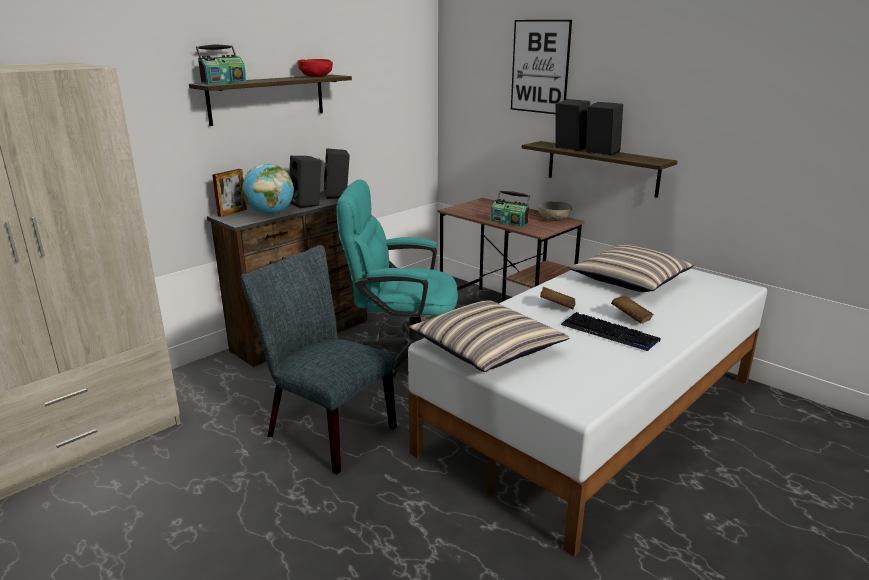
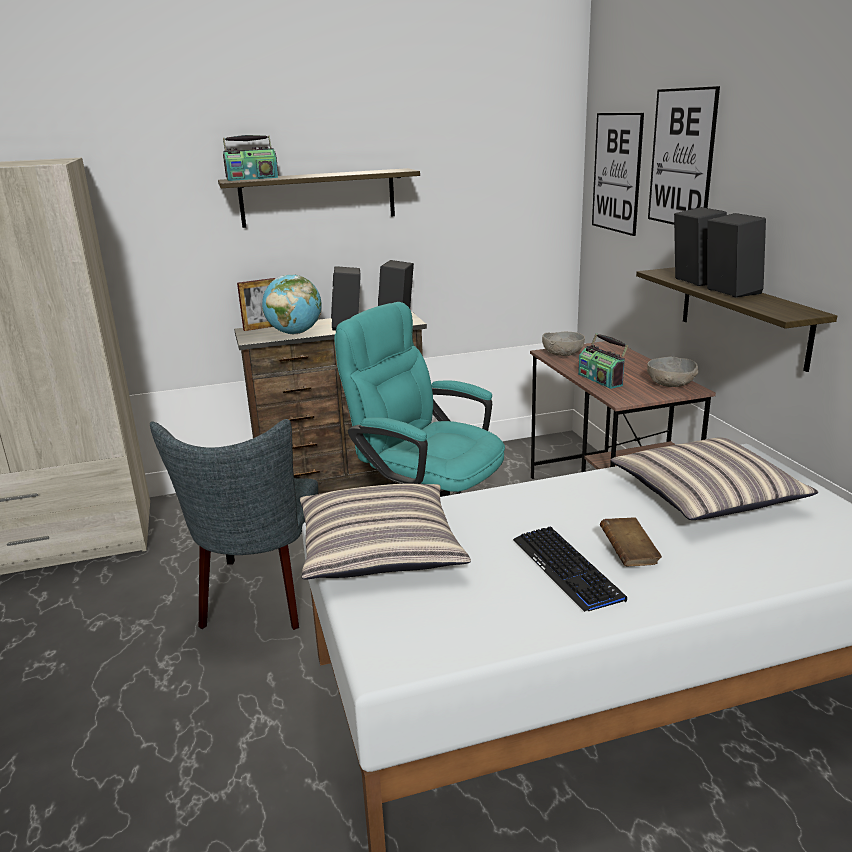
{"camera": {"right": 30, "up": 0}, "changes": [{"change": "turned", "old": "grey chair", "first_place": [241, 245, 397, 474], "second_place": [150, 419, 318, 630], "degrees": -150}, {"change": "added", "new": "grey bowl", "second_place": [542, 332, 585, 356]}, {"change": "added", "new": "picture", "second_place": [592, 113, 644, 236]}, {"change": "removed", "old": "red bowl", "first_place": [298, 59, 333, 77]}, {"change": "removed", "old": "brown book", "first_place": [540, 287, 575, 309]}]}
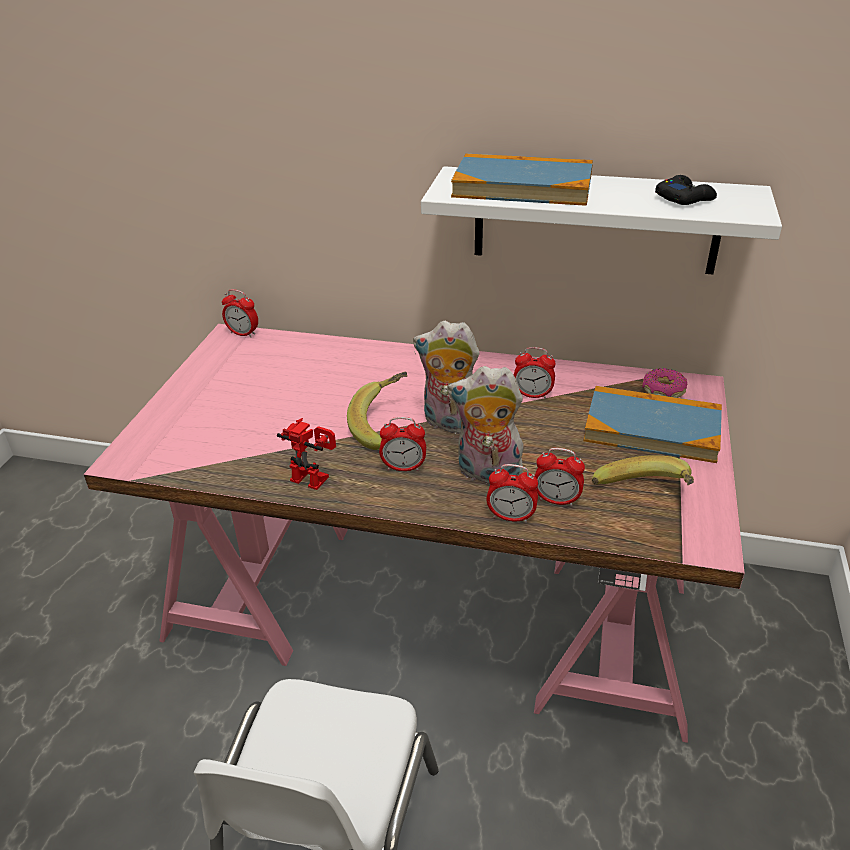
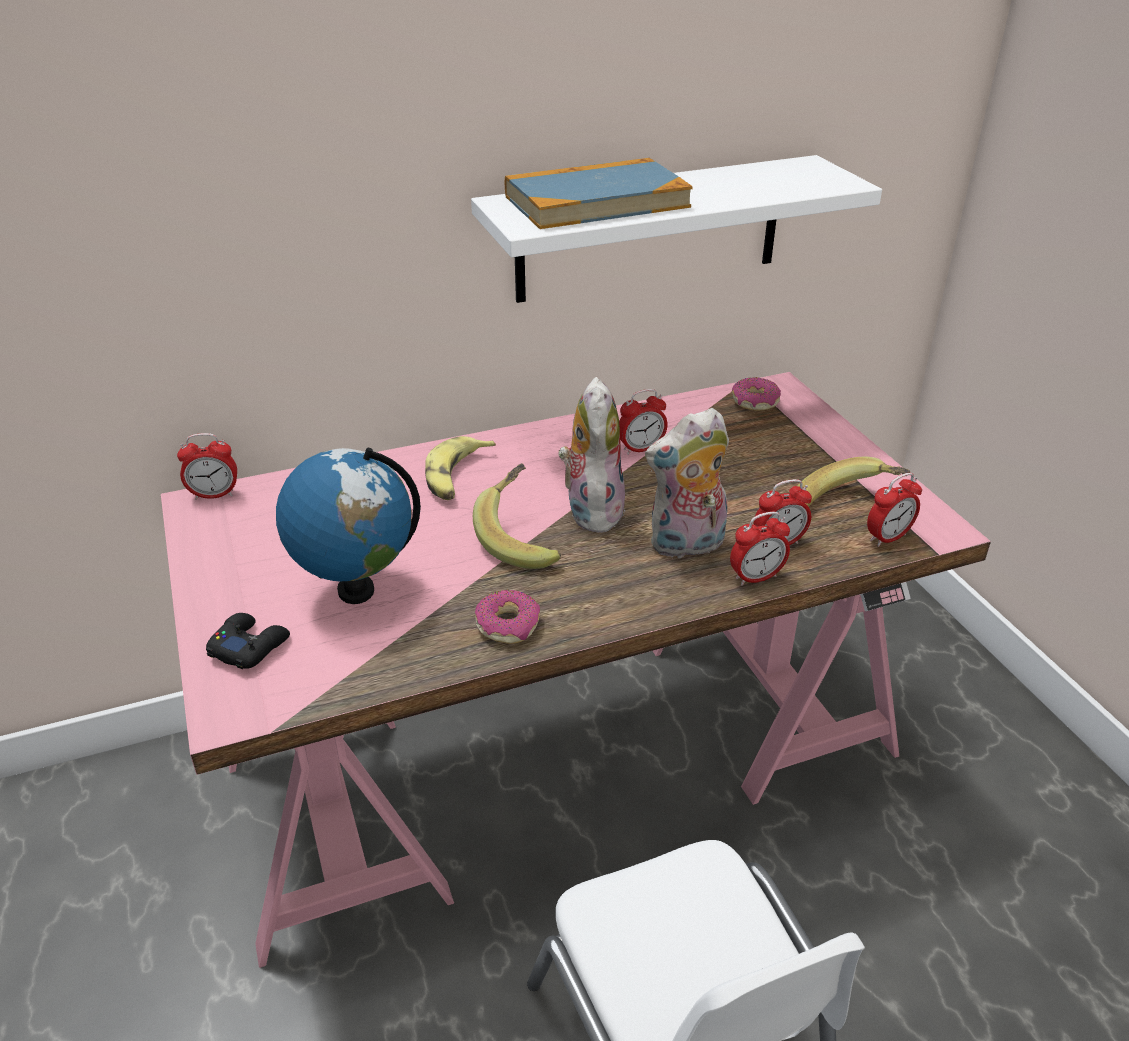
{"camera": {"right": -35, "up": 0}, "changes": [{"change": "moved", "old": "black game controller", "first_place": [655, 175, 717, 205], "second_place": [206, 613, 290, 669]}, {"change": "added", "new": "globe", "second_place": [276, 448, 421, 604]}, {"change": "added", "new": "banana", "second_place": [425, 436, 496, 500]}, {"change": "replaced", "old": "toy robot", "new": "donut", "first_place": [277, 418, 336, 490], "second_place": [475, 590, 540, 644]}, {"change": "turned", "old": "plush toy", "first_place": [413, 321, 480, 434], "second_place": [558, 377, 625, 533], "degrees": 105}, {"change": "moved", "old": "alarm clock", "first_place": [379, 417, 426, 471], "second_place": [867, 473, 922, 547]}, {"change": "removed", "old": "book", "first_place": [583, 386, 722, 463]}]}
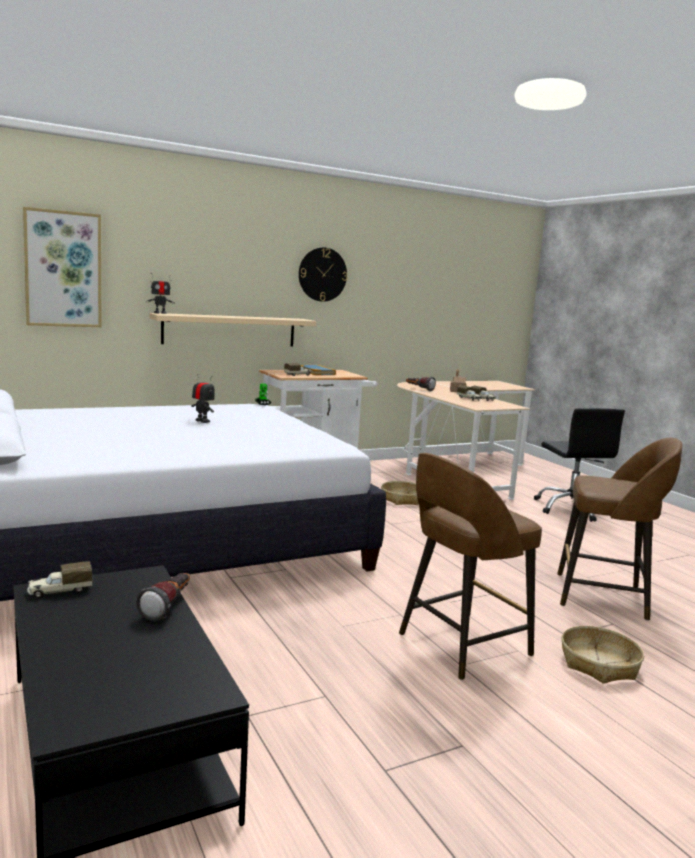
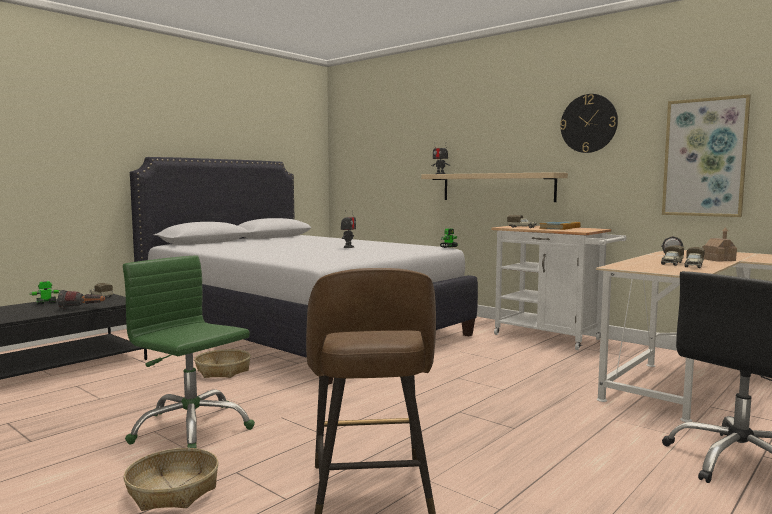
{"camera": {"right": 70, "up": -5}, "changes": [{"change": "added", "new": "toy robot", "second_place": [29, 281, 60, 305]}, {"change": "replaced", "old": "brown stool", "new": "green office chair", "first_place": [399, 453, 542, 680], "second_place": [123, 255, 255, 448]}, {"change": "moved", "old": "basket", "first_place": [381, 481, 419, 505], "second_place": [194, 349, 251, 378]}, {"change": "moved", "old": "picture", "first_place": [23, 207, 101, 327], "second_place": [662, 94, 751, 217]}]}
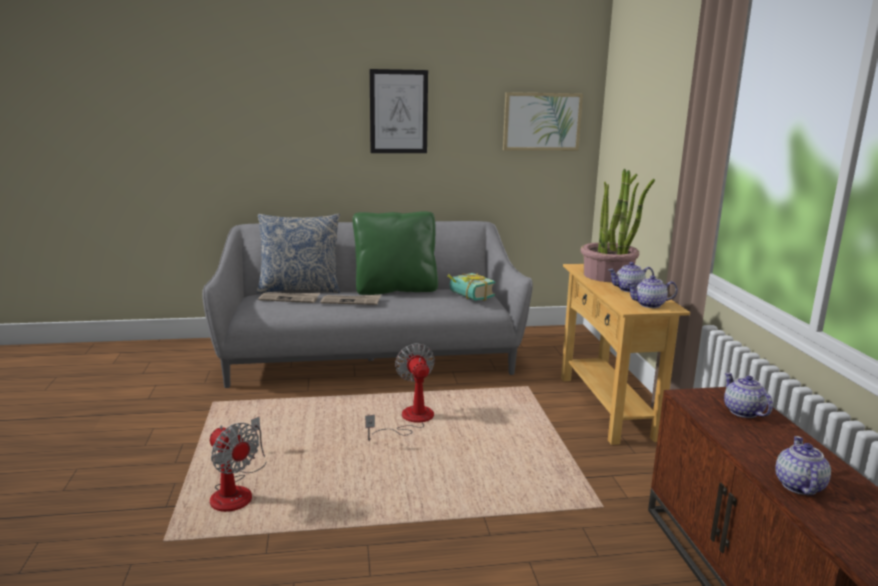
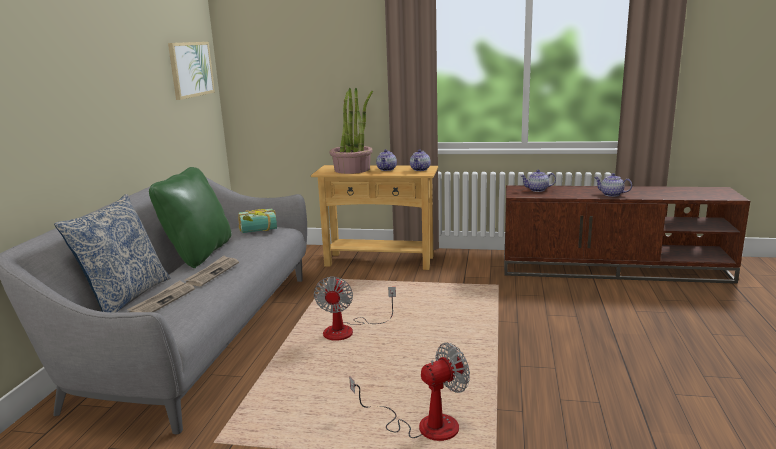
{"camera": {"right": -70, "up": 0}, "changes": [{"change": "turned", "old": "fan", "first_place": [365, 343, 435, 441], "second_place": [314, 276, 396, 341], "degrees": -90}, {"change": "removed", "old": "picture", "first_place": [370, 69, 428, 153]}]}
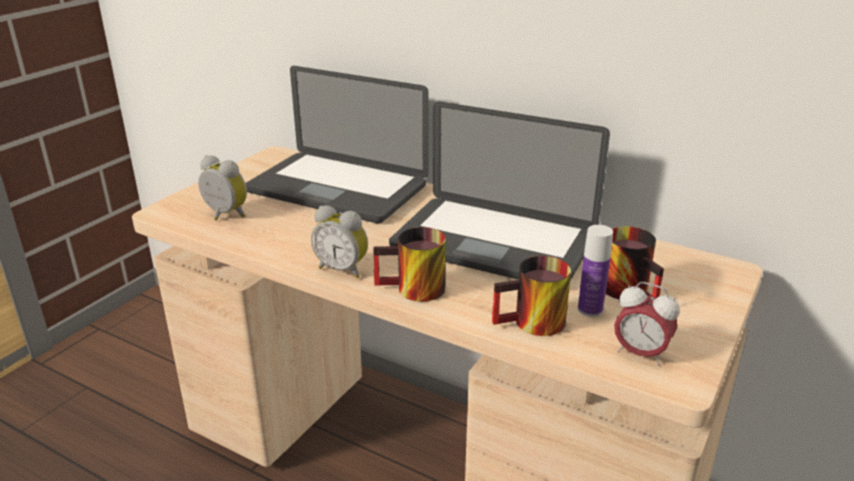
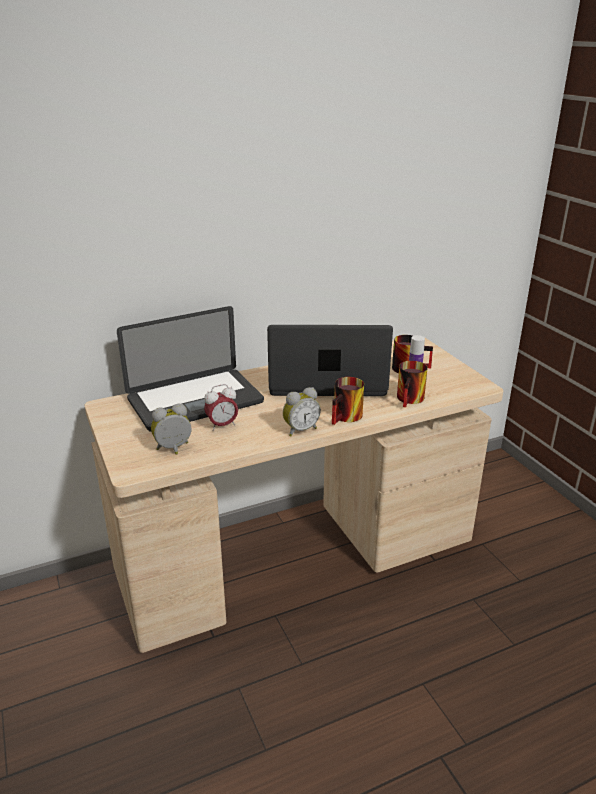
{"camera": {"right": -55, "up": 0}, "changes": [{"change": "moved", "old": "alarm clock", "first_place": [614, 282, 680, 366], "second_place": [204, 384, 238, 431]}, {"change": "turned", "old": "laptop", "first_place": [389, 102, 610, 281], "second_place": [267, 325, 393, 396], "degrees": -150}]}
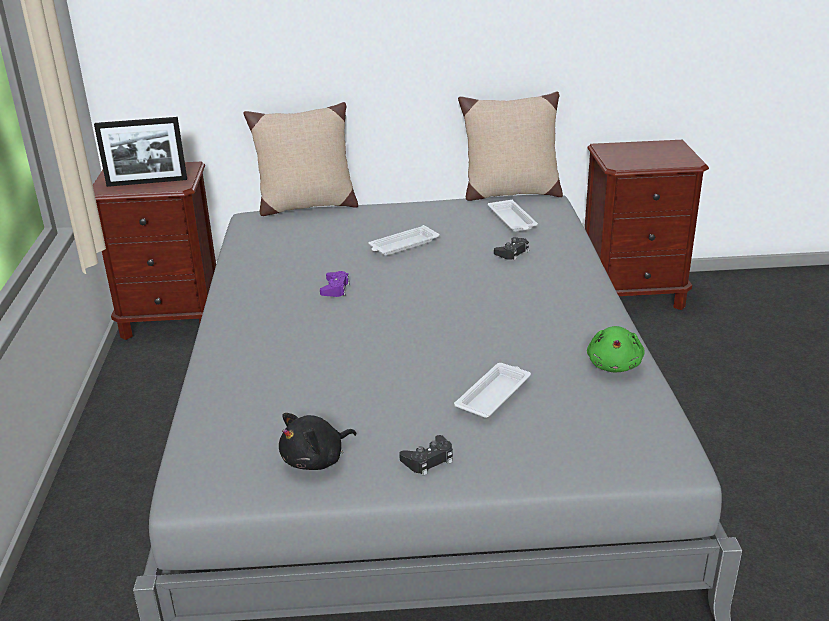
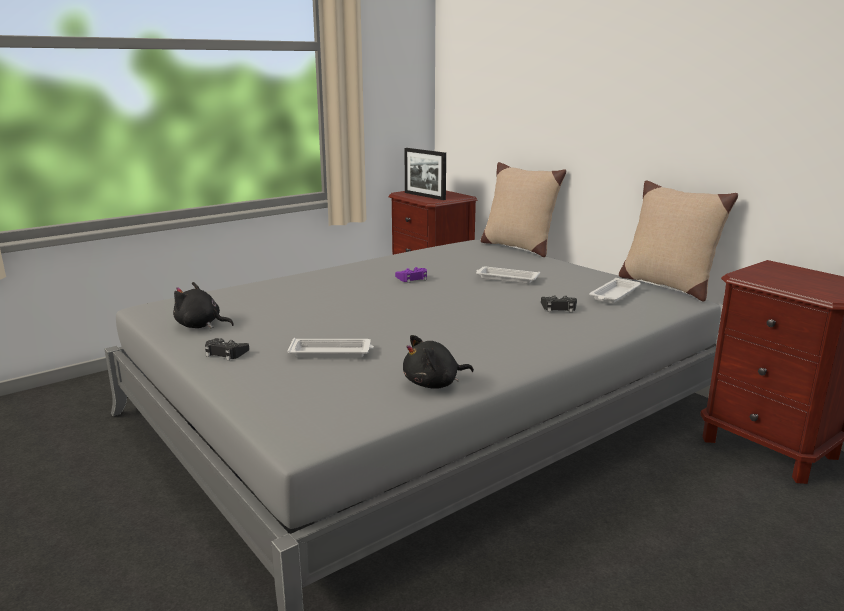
{"camera": {"right": 55, "up": -10}, "changes": [{"change": "recoloured", "old": "green plush toy", "new": "black plush toy", "first_place": [587, 326, 645, 372], "second_place": [403, 335, 474, 389]}]}
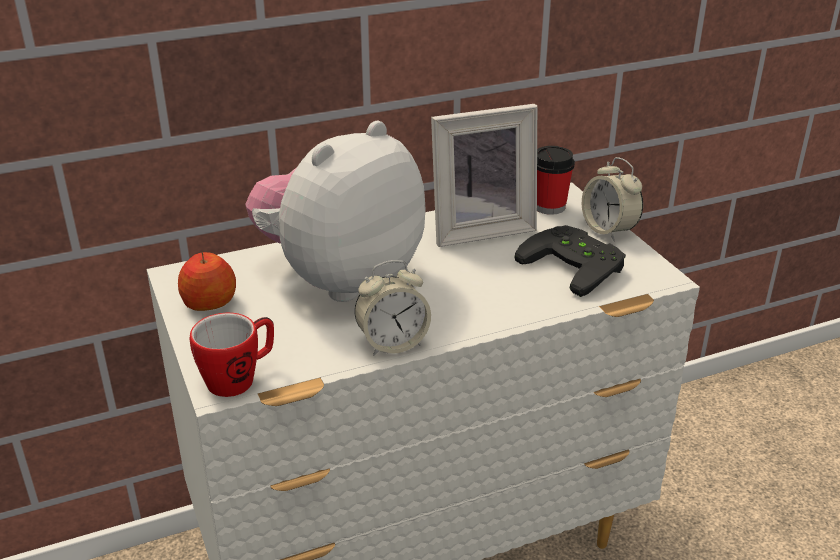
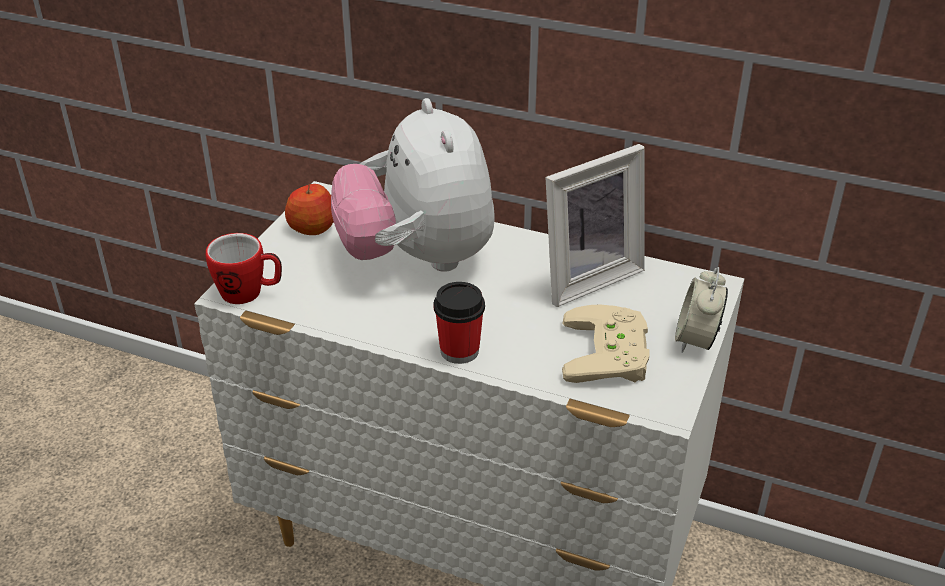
{"camera": {"right": 45, "up": 5}, "changes": [{"change": "turned", "old": "plush toy", "first_place": [245, 121, 426, 302], "second_place": [331, 98, 495, 272], "degrees": -105}, {"change": "moved", "old": "cup", "first_place": [537, 146, 575, 215], "second_place": [433, 282, 485, 364]}, {"change": "turned", "old": "picture frame", "first_place": [431, 104, 537, 247], "second_place": [545, 144, 645, 307], "degrees": -60}, {"change": "recoloured", "old": "black game controller", "new": "beige game controller", "first_place": [514, 225, 626, 297], "second_place": [562, 305, 650, 383]}, {"change": "removed", "old": "alarm clock", "first_place": [355, 260, 431, 356]}]}
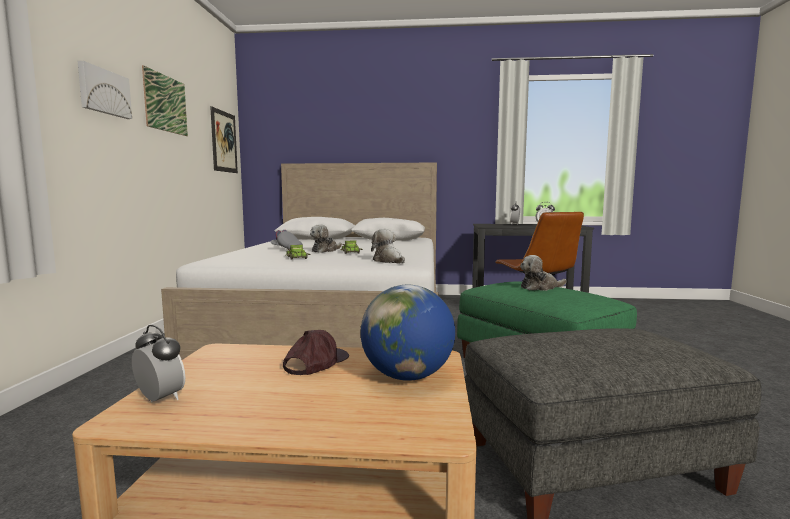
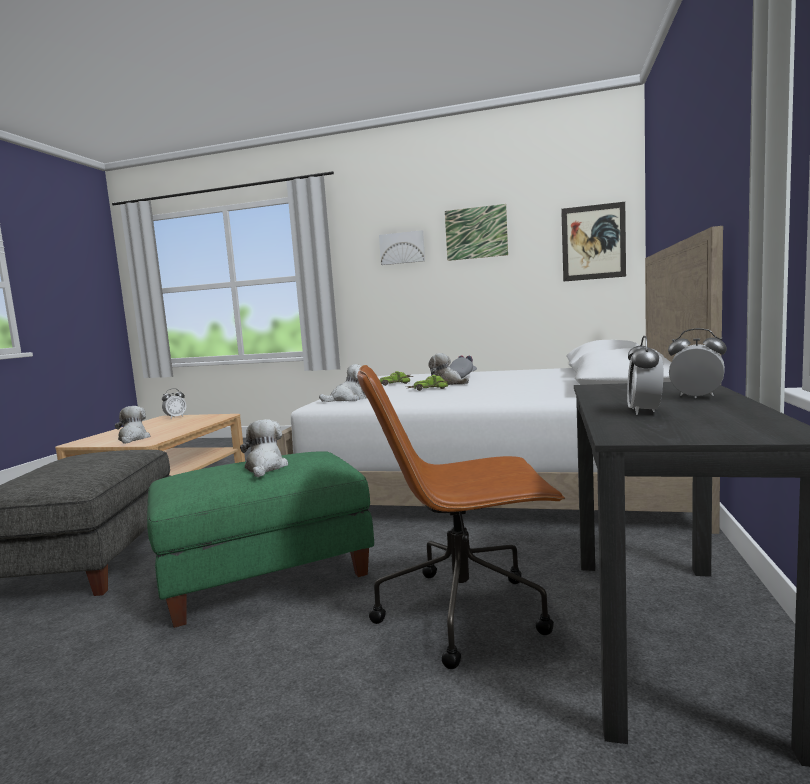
{"camera": {"right": 100, "up": 0}, "changes": [{"change": "replaced", "old": "globe", "new": "plush toy", "first_place": [361, 285, 455, 381], "second_place": [115, 406, 150, 444]}, {"change": "removed", "old": "brown cap", "first_place": [283, 330, 349, 375]}]}
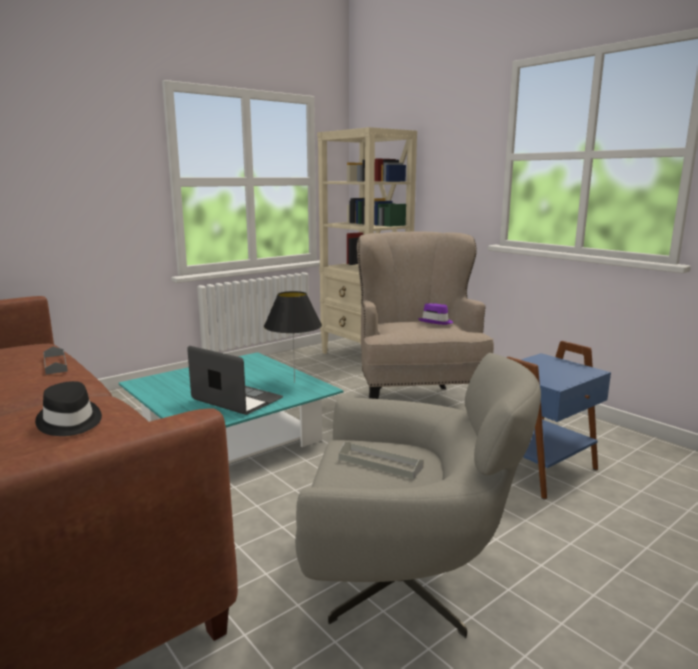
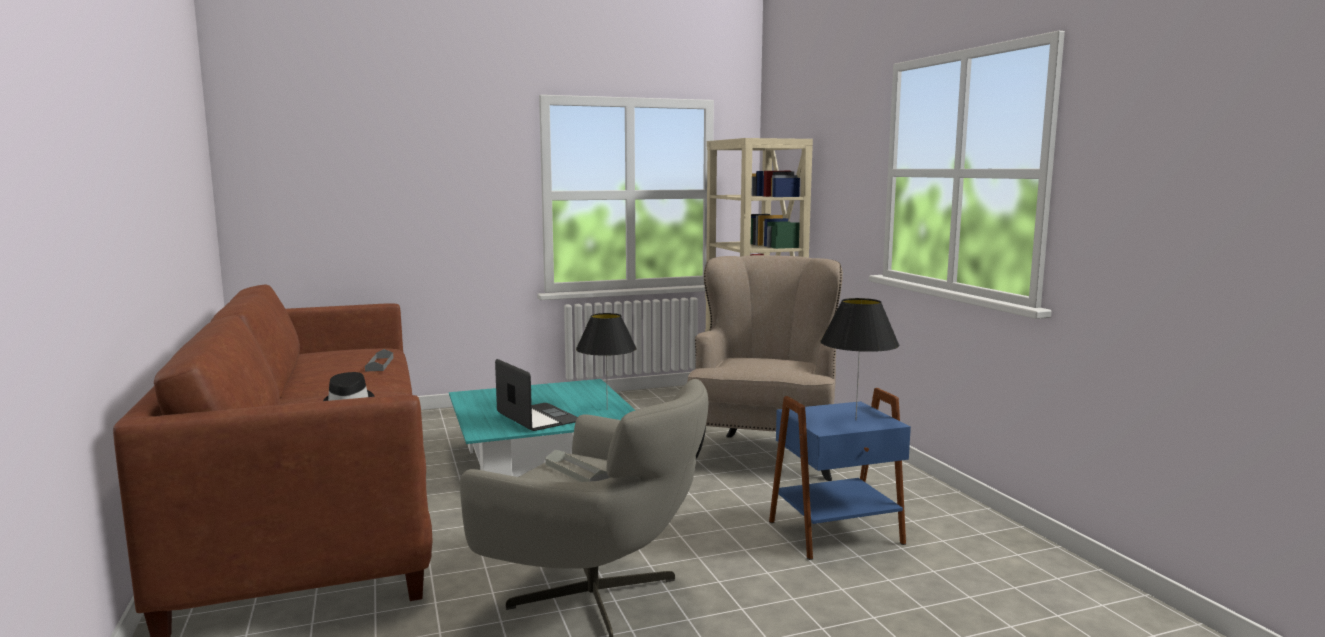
{"camera": {"right": 20, "up": -5}, "changes": [{"change": "added", "new": "black table lamp", "second_place": [820, 298, 899, 420]}, {"change": "removed", "old": "purple hat", "first_place": [418, 303, 453, 325]}]}
